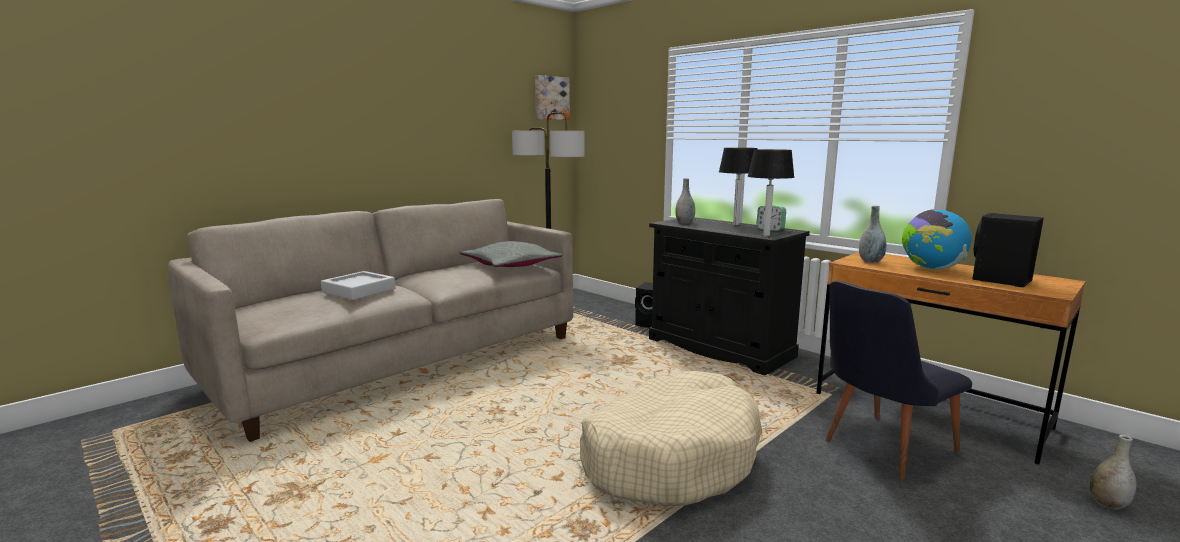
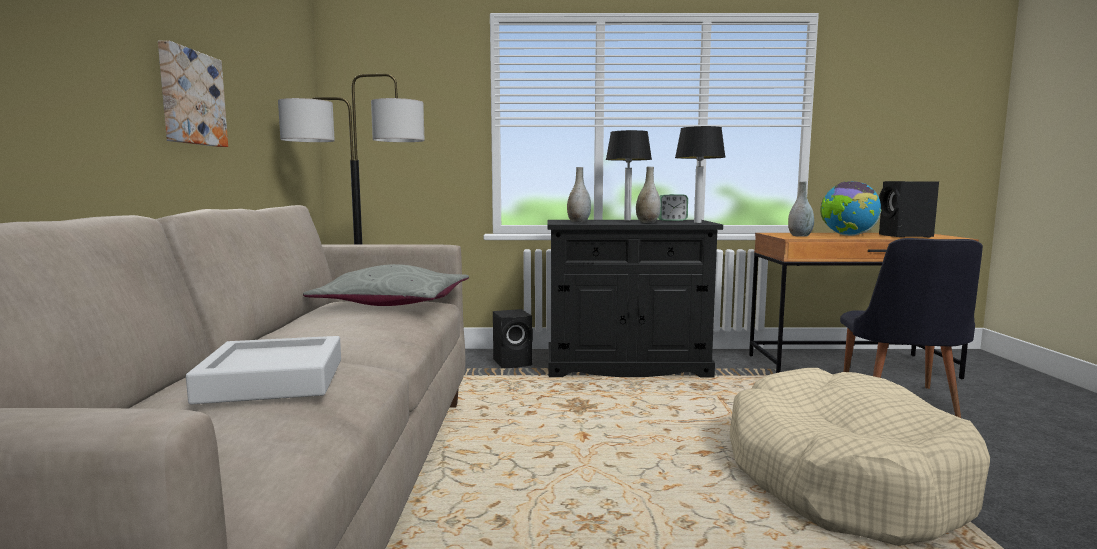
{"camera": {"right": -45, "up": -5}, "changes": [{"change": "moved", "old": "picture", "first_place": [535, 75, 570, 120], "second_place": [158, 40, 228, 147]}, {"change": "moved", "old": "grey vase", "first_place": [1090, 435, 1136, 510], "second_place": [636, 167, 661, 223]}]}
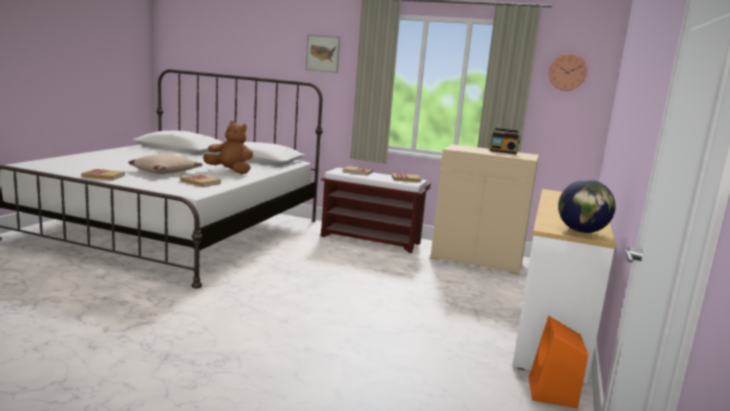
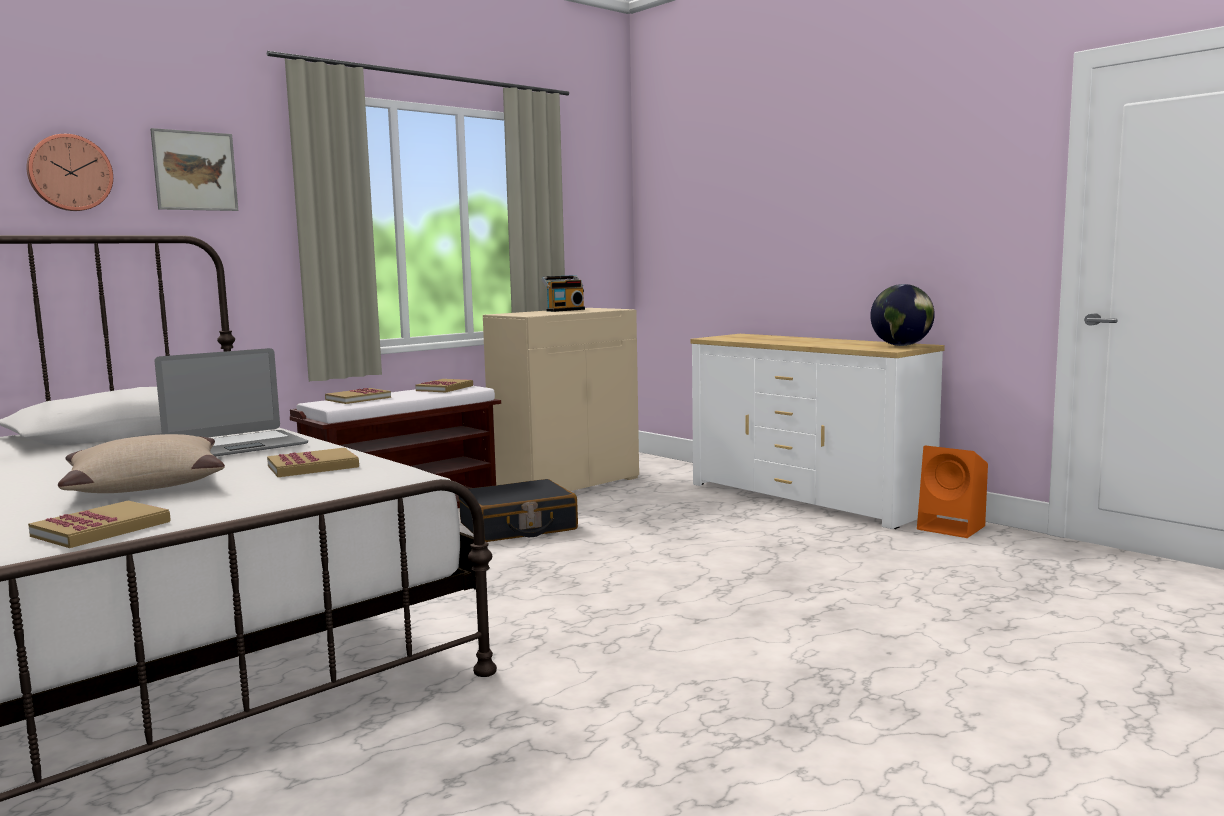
{"camera": {"right": -60, "up": -5}, "changes": [{"change": "moved", "old": "wall clock", "first_place": [549, 54, 587, 91], "second_place": [26, 134, 113, 211]}, {"change": "replaced", "old": "brown plush toy", "new": "laptop", "first_place": [203, 121, 253, 174], "second_place": [155, 348, 308, 457]}, {"change": "added", "new": "black suitcase", "second_place": [458, 479, 578, 542]}]}
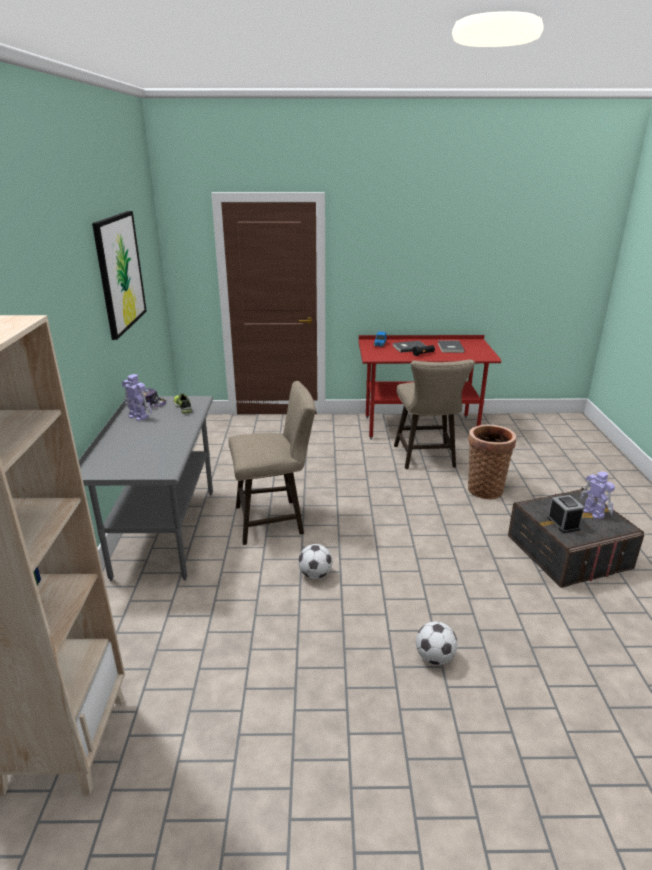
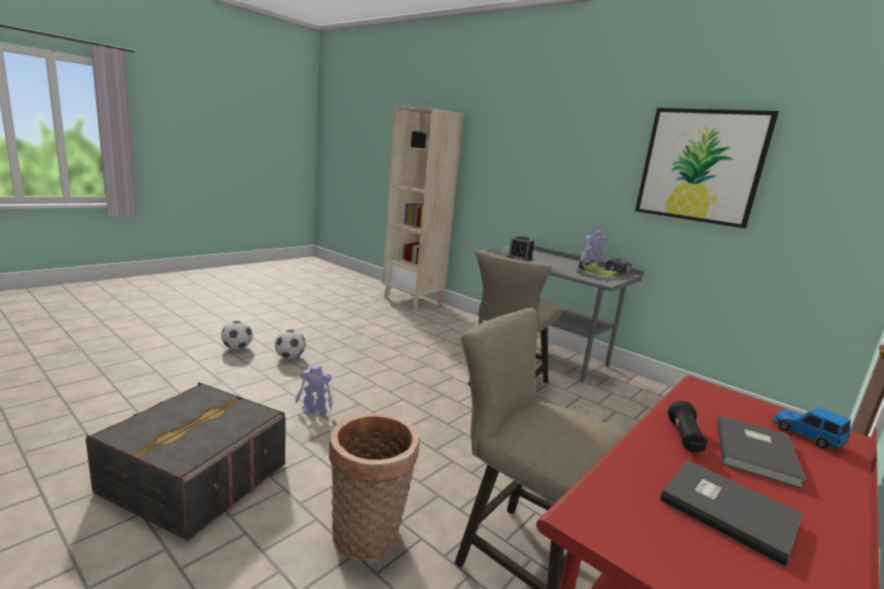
{"camera": {"right": 130, "up": -10}, "changes": [{"change": "moved", "old": "football", "first_place": [298, 544, 333, 579], "second_place": [221, 321, 253, 350]}, {"change": "moved", "old": "toy robot", "first_place": [580, 471, 615, 519], "second_place": [295, 365, 333, 416]}, {"change": "moved", "old": "alarm clock", "first_place": [547, 495, 584, 533], "second_place": [507, 236, 534, 261]}]}
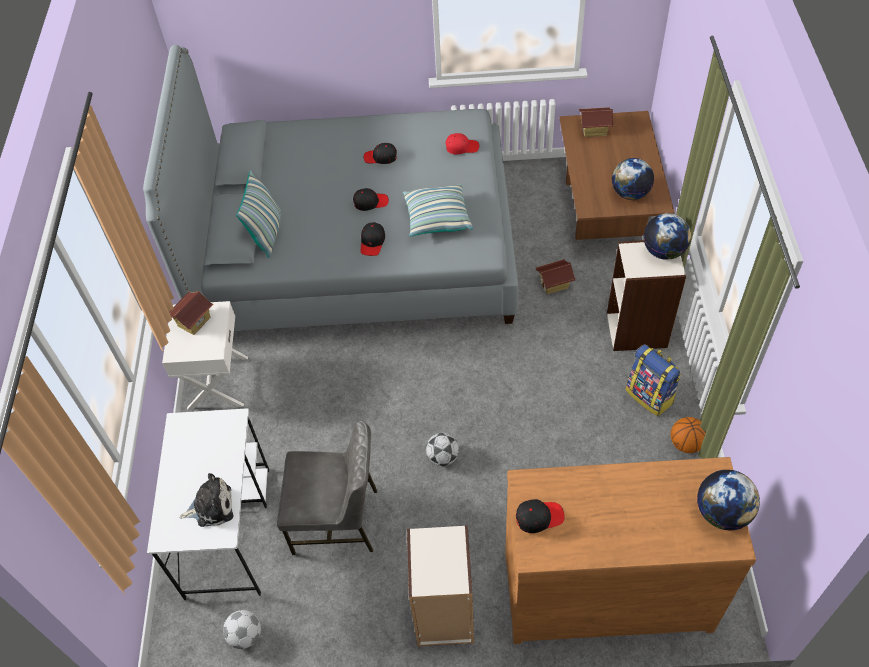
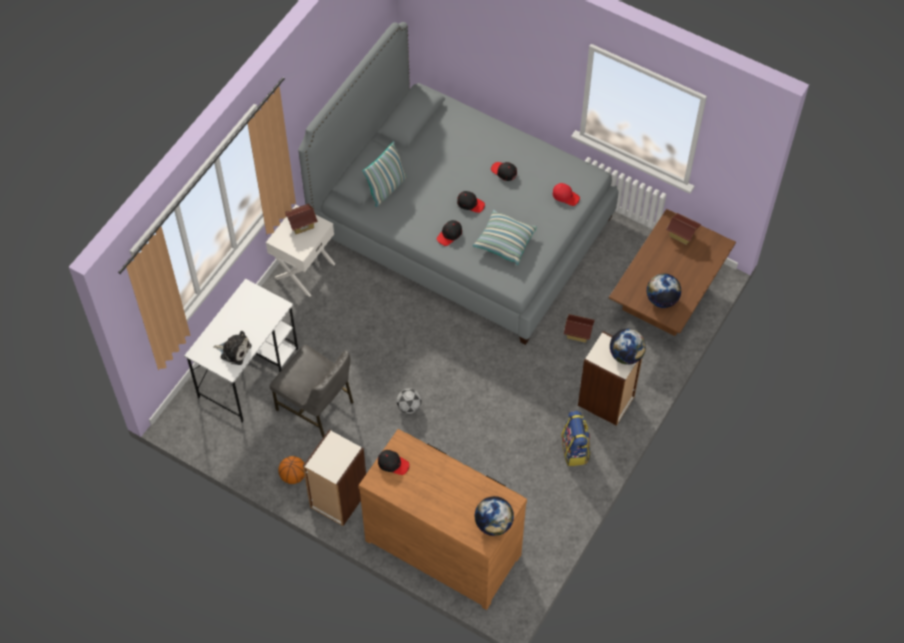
{"camera": {"right": 30, "up": 5}, "changes": [{"change": "moved", "old": "basketball", "first_place": [670, 417, 706, 453], "second_place": [278, 456, 305, 484]}, {"change": "removed", "old": "football", "first_place": [223, 610, 261, 649]}]}
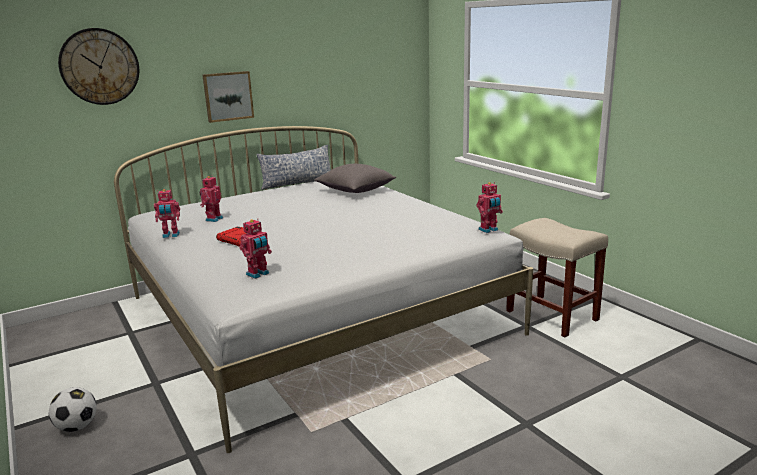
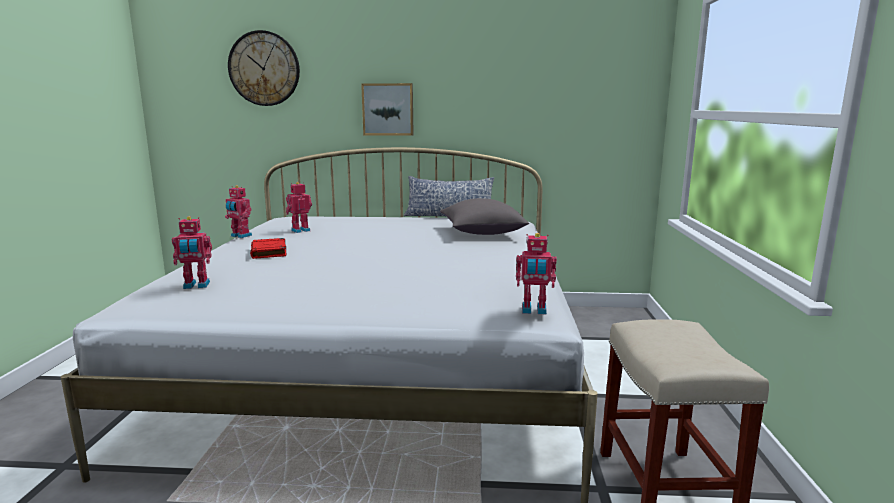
{"camera": {"right": 35, "up": -5}, "changes": [{"change": "removed", "old": "football", "first_place": [49, 387, 97, 432]}]}
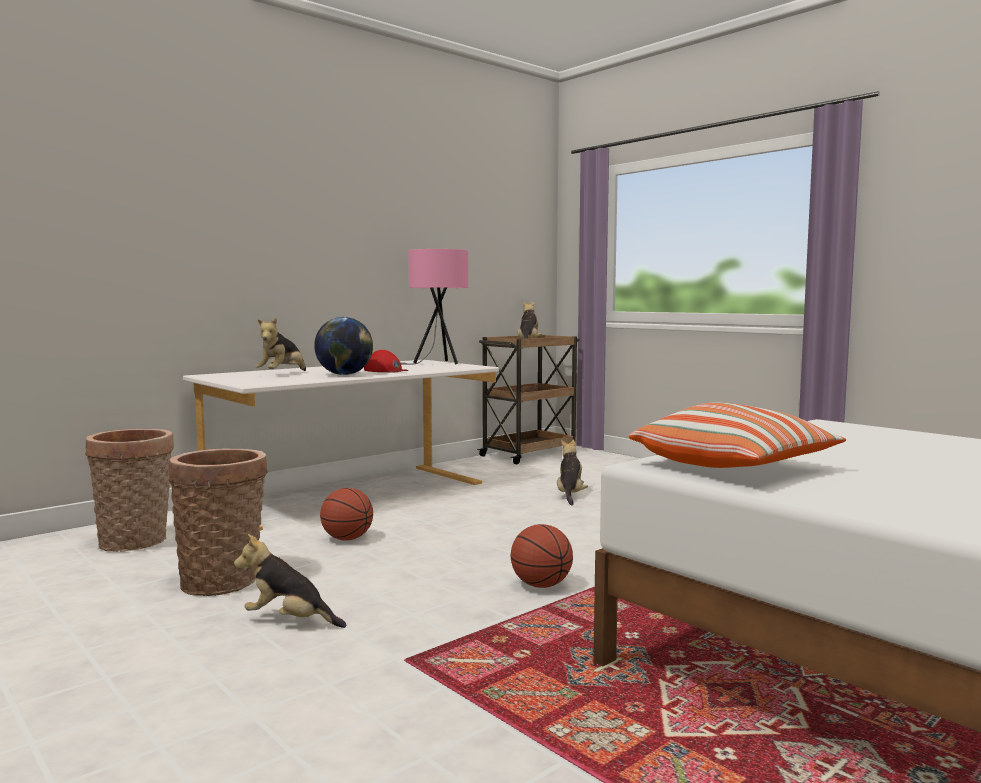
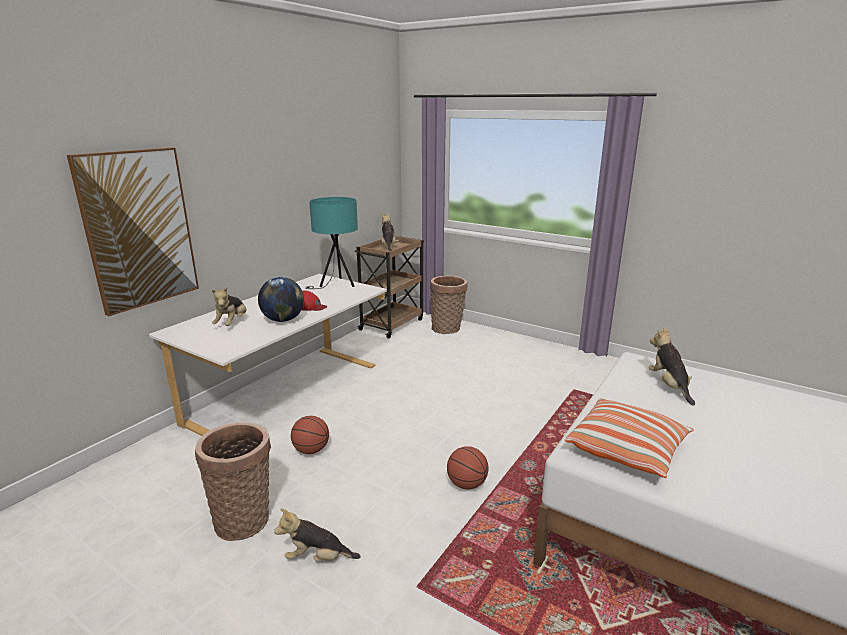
{"camera": {"right": -15, "up": 15}, "changes": [{"change": "added", "new": "picture", "second_place": [67, 148, 199, 316]}, {"change": "recoloured", "old": "pink table lamp", "new": "turquoise table lamp", "first_place": [401, 249, 468, 365], "second_place": [305, 197, 358, 289]}, {"change": "moved", "old": "basket", "first_place": [85, 429, 174, 552], "second_place": [430, 275, 468, 334]}, {"change": "moved", "old": "plush toy", "first_place": [557, 440, 588, 505], "second_place": [649, 327, 695, 406]}]}
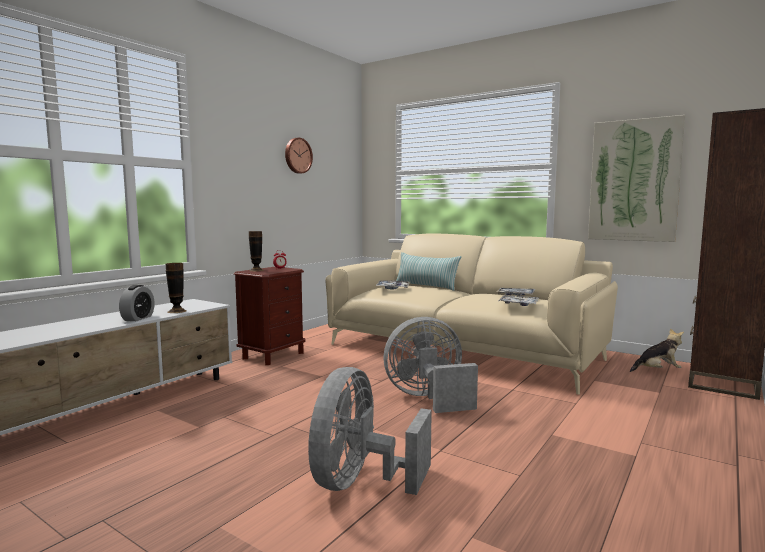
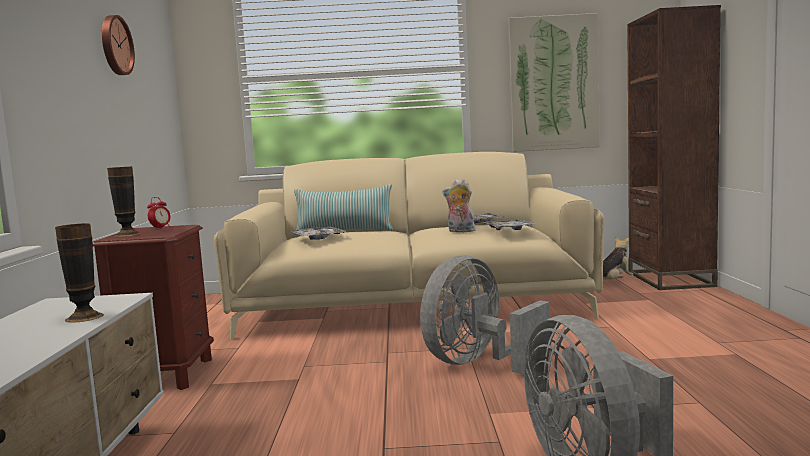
{"camera": {"right": -35, "up": 0}, "changes": [{"change": "added", "new": "plush toy", "second_place": [442, 179, 475, 232]}, {"change": "removed", "old": "alarm clock", "first_place": [119, 285, 154, 321]}]}
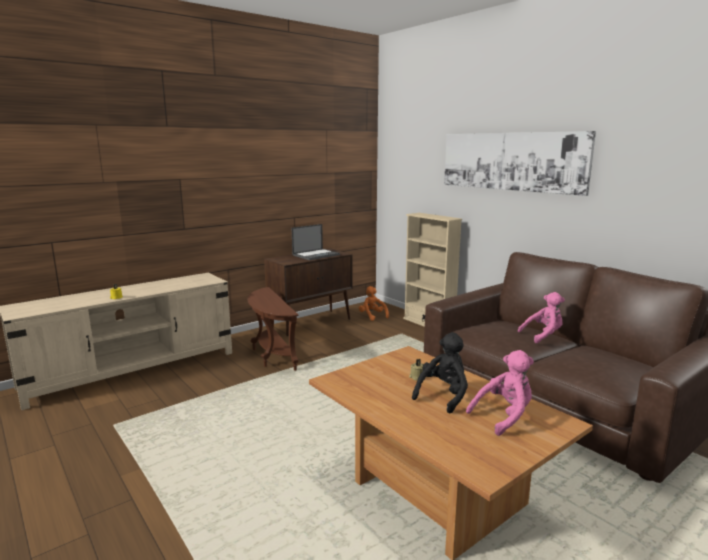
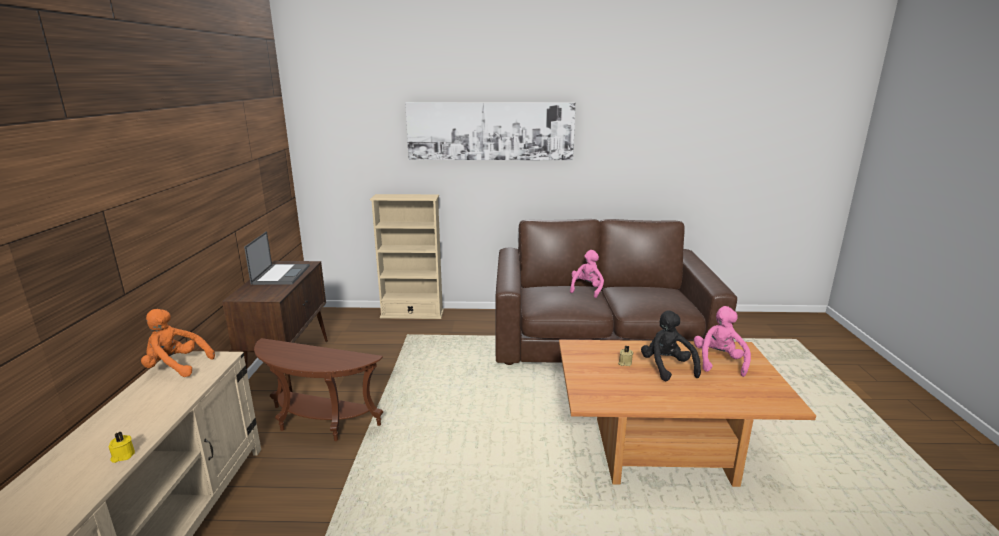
{"camera": {"right": -50, "up": 5}, "changes": [{"change": "moved", "old": "orange plush toy", "first_place": [359, 286, 389, 321], "second_place": [141, 309, 215, 377]}]}
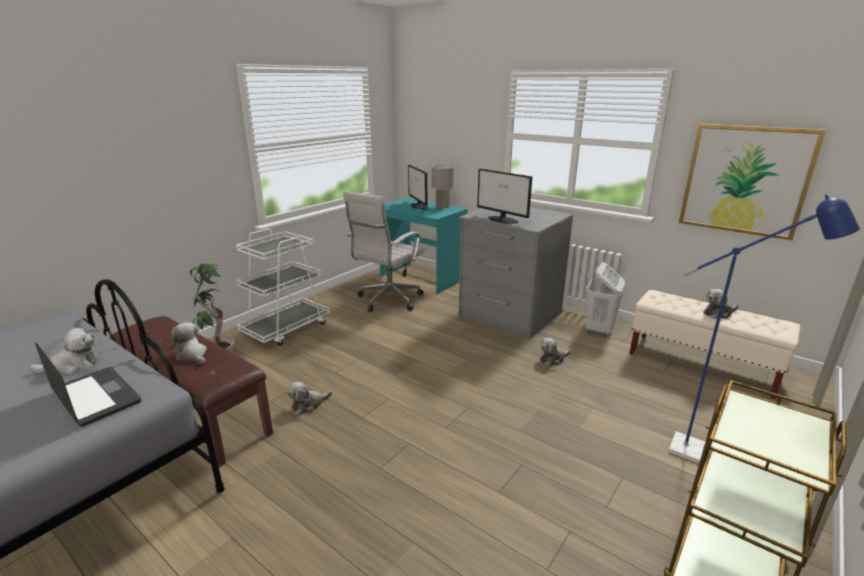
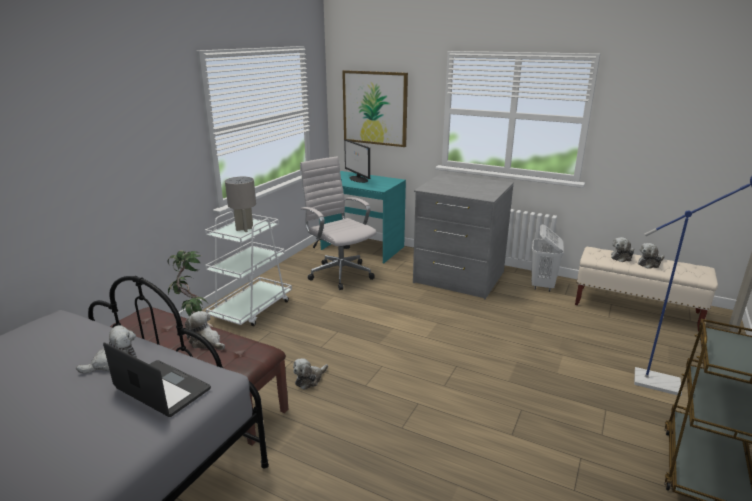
{"camera": {"right": -10, "up": 0}, "changes": [{"change": "moved", "old": "grey table lamp", "first_place": [432, 165, 454, 209], "second_place": [225, 177, 256, 232]}, {"change": "turned", "old": "white office chair", "first_place": [344, 191, 425, 312], "second_place": [300, 156, 376, 290], "degrees": 120}, {"change": "moved", "old": "picture", "first_place": [679, 124, 826, 240], "second_place": [342, 70, 408, 147]}, {"change": "moved", "old": "plush toy", "first_place": [540, 338, 571, 366], "second_place": [611, 237, 634, 262]}, {"change": "removed", "old": "monitor", "first_place": [477, 169, 532, 224]}]}
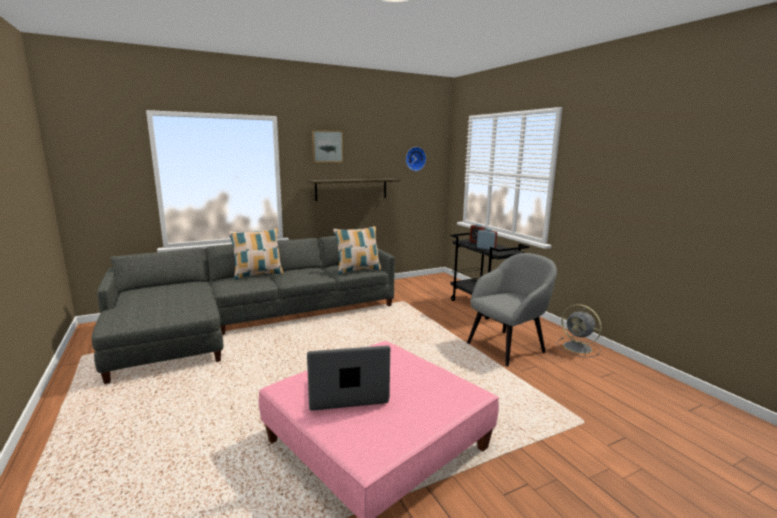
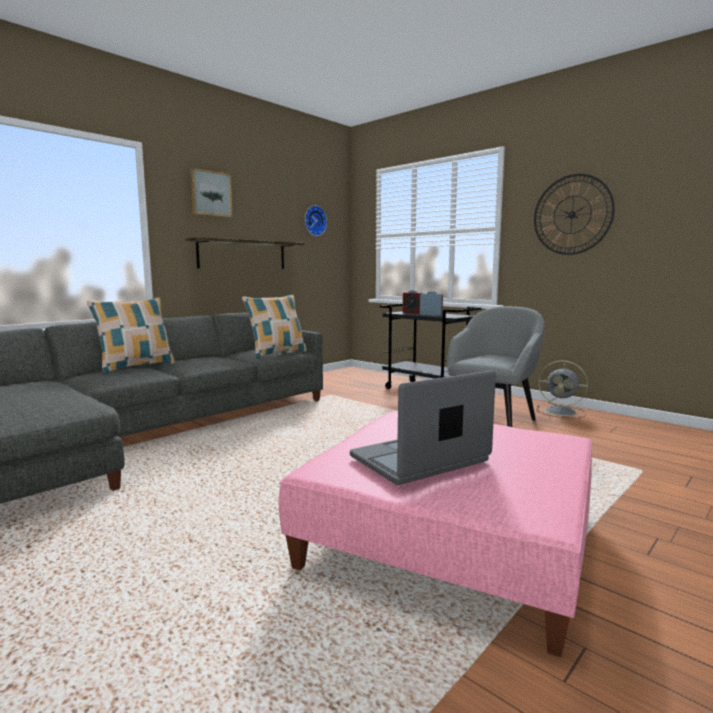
{"camera": {"right": -20, "up": -5}, "changes": [{"change": "added", "new": "wall clock", "second_place": [534, 174, 615, 255]}]}
